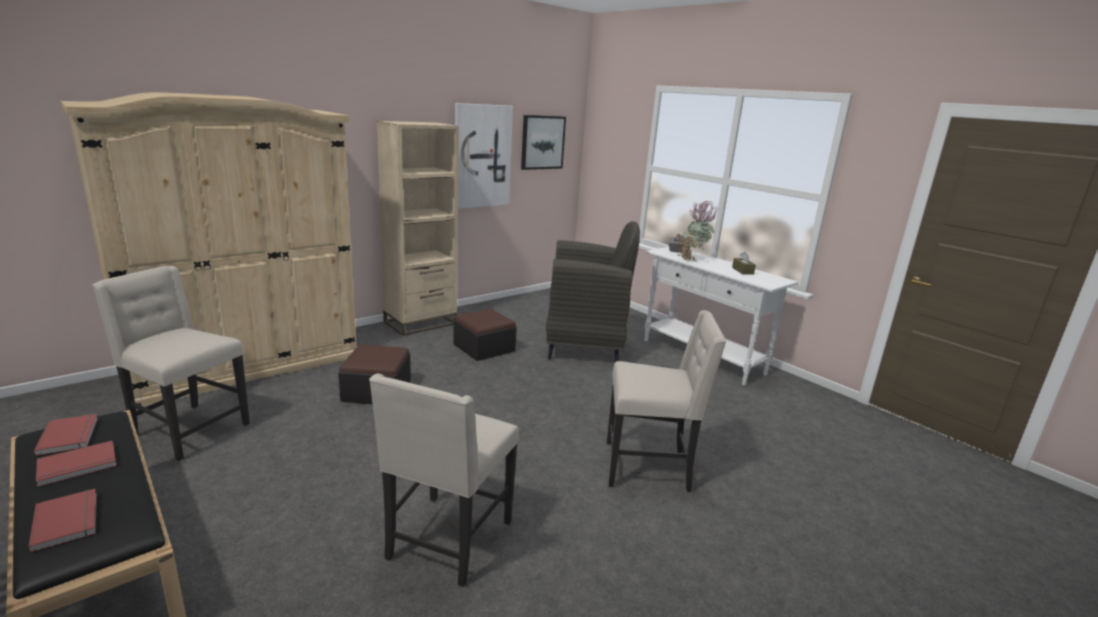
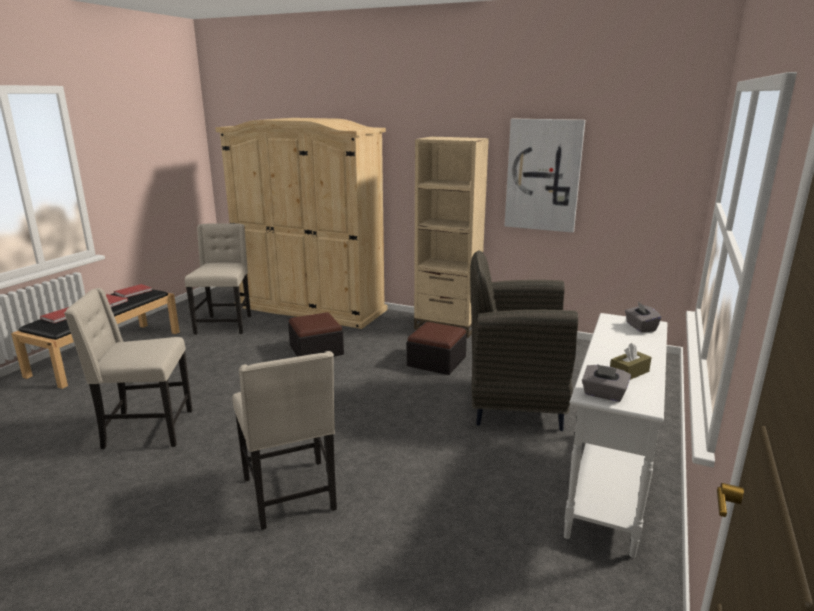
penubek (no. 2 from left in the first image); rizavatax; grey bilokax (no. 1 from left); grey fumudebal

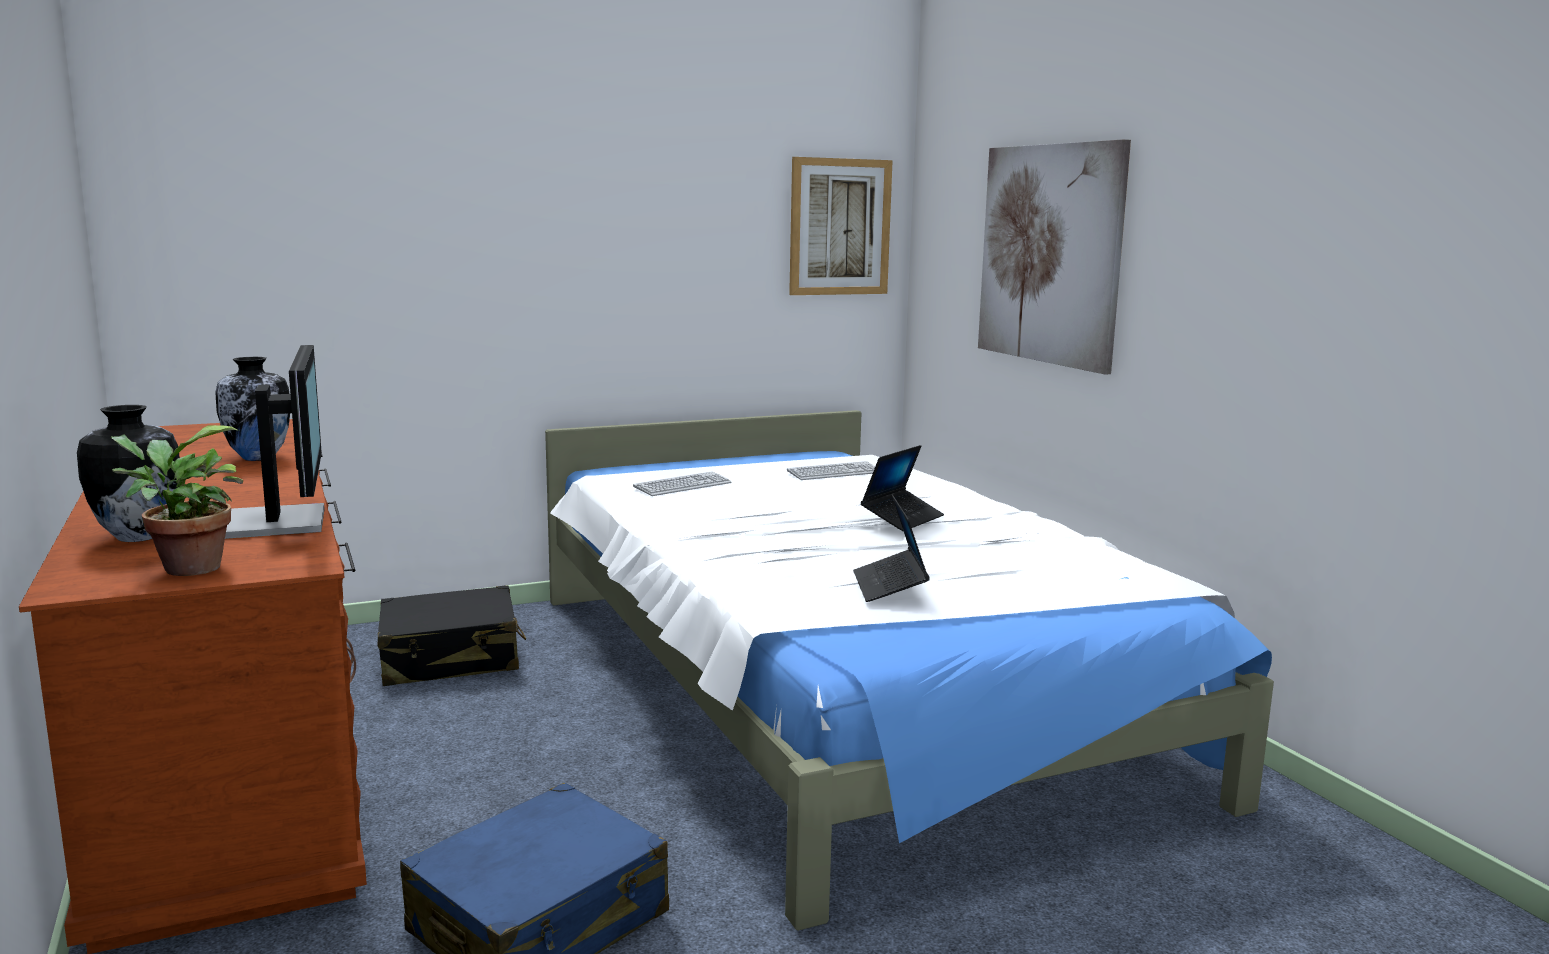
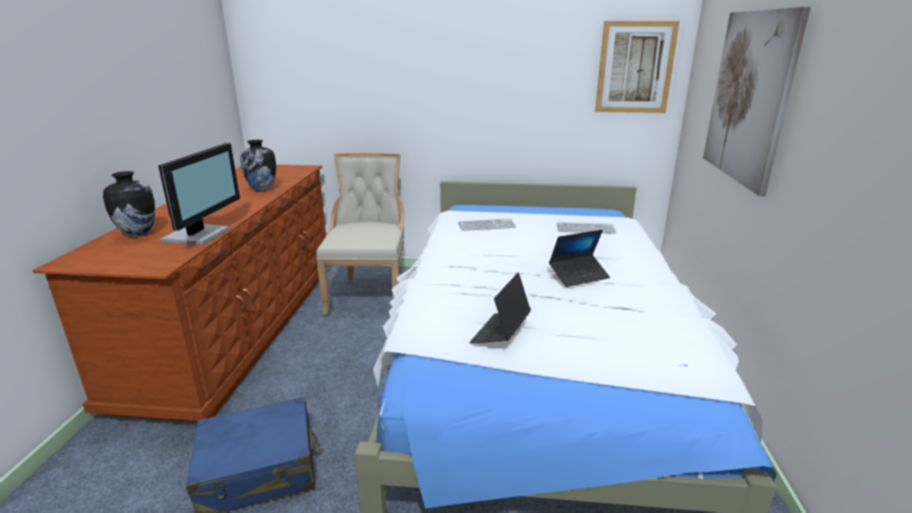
rizavatax; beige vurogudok

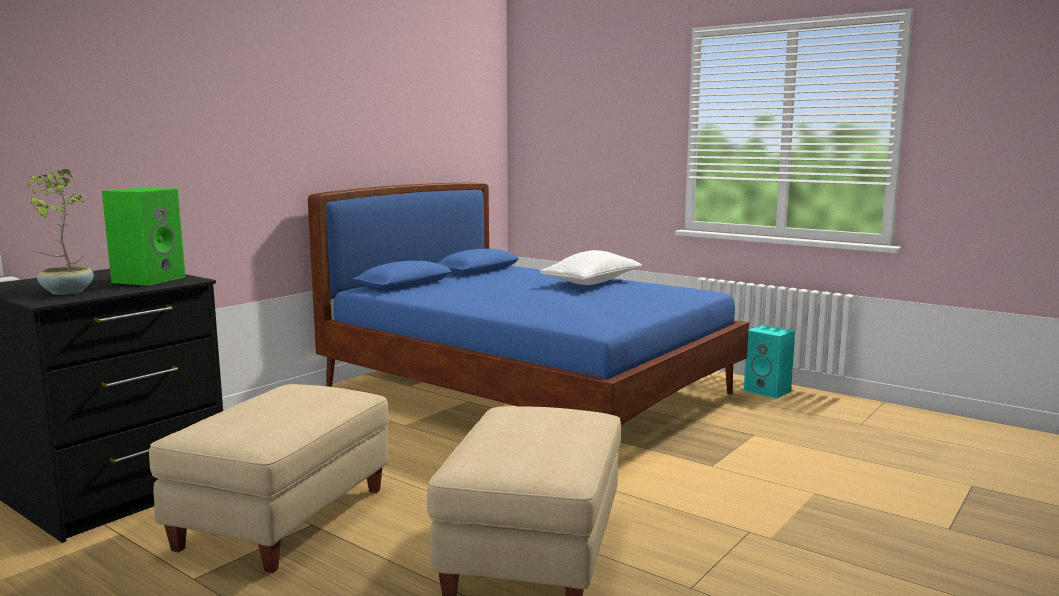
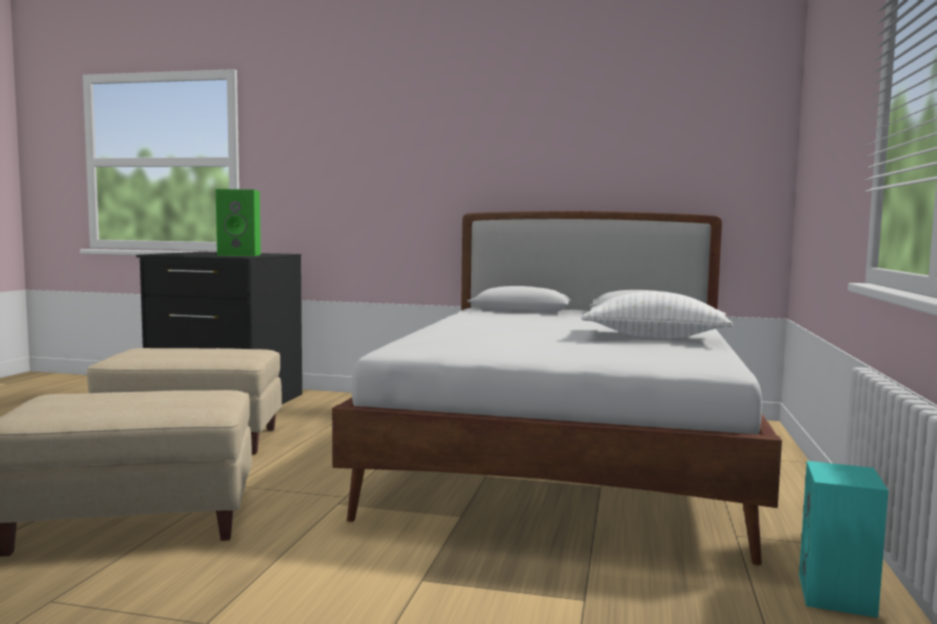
rizavatax; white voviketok

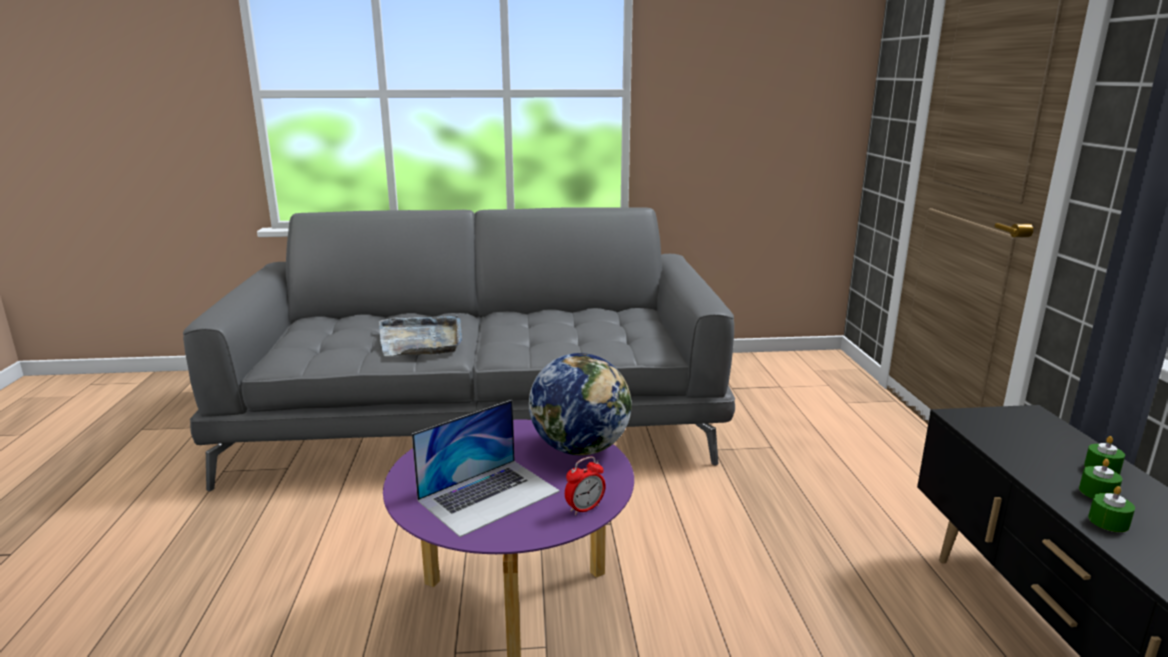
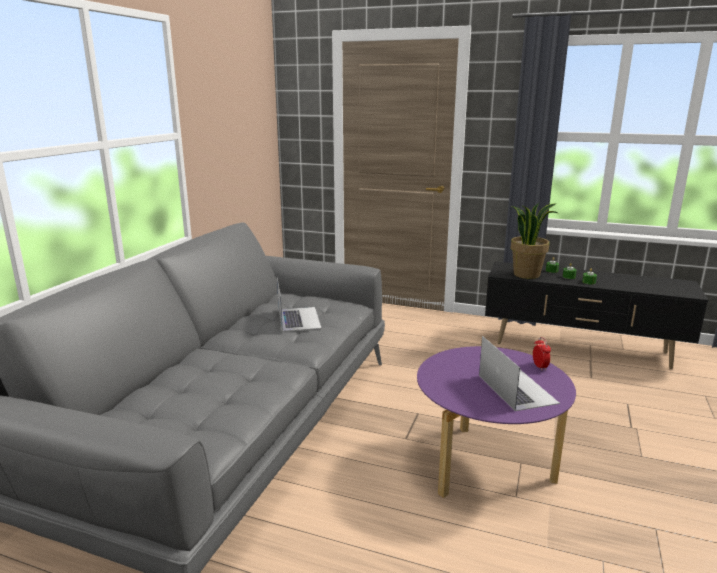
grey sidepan; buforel; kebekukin (no. 1 from left); rizavatax

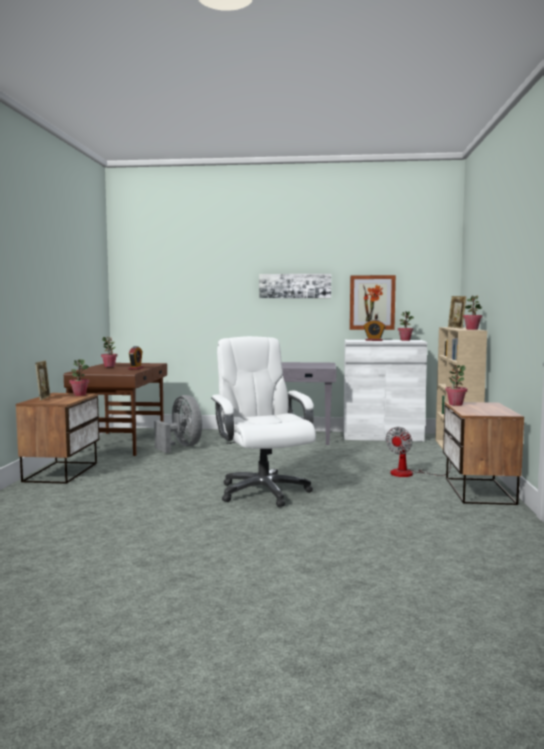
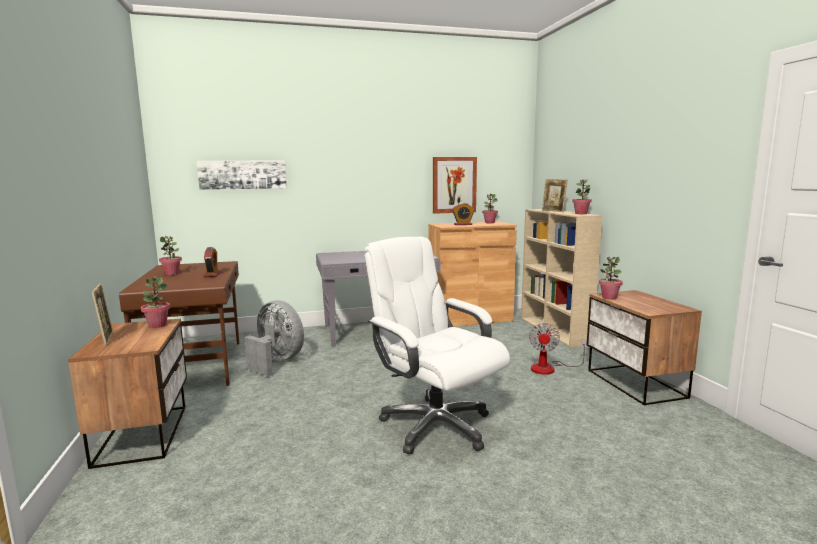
penubek (no. 1 from left); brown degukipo

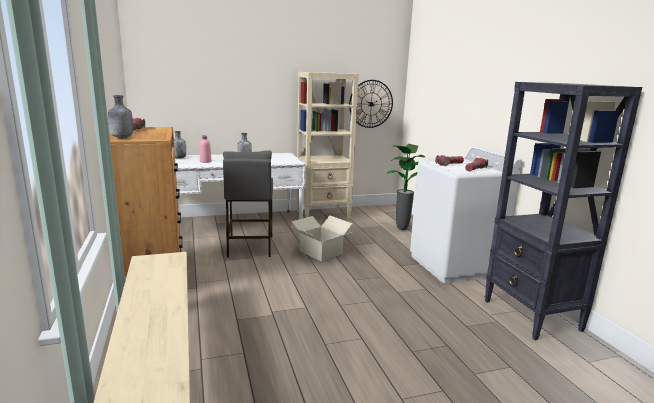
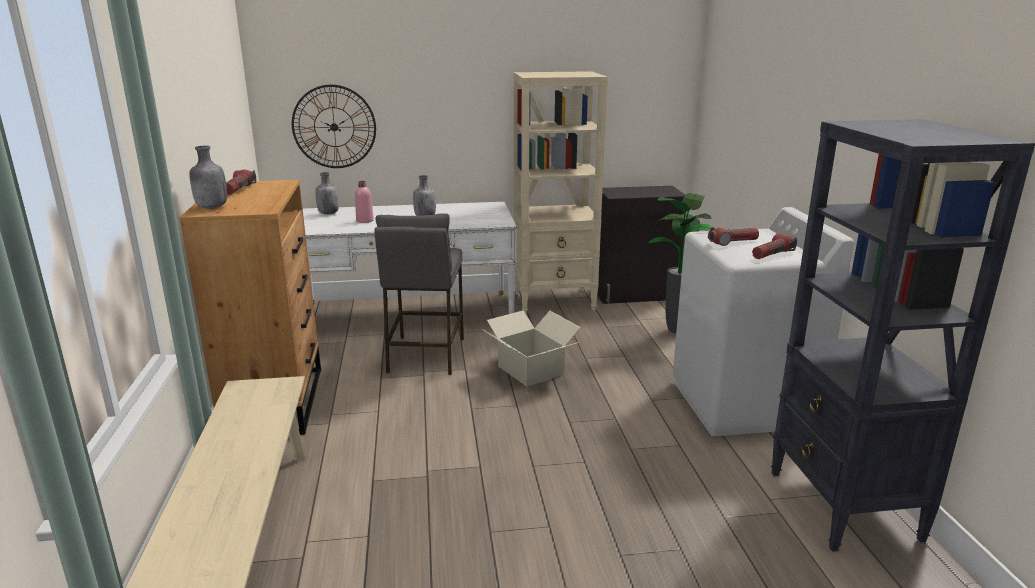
black degukipo; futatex

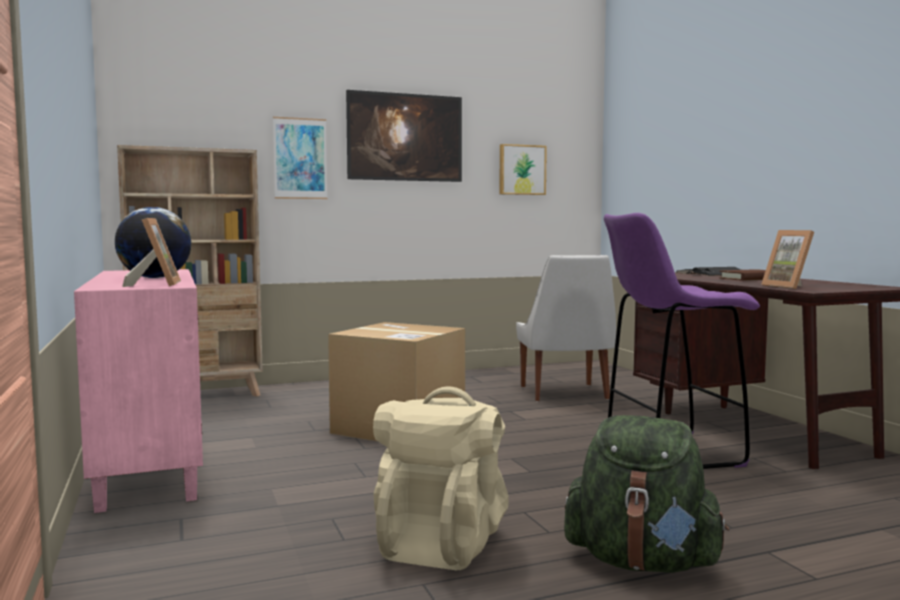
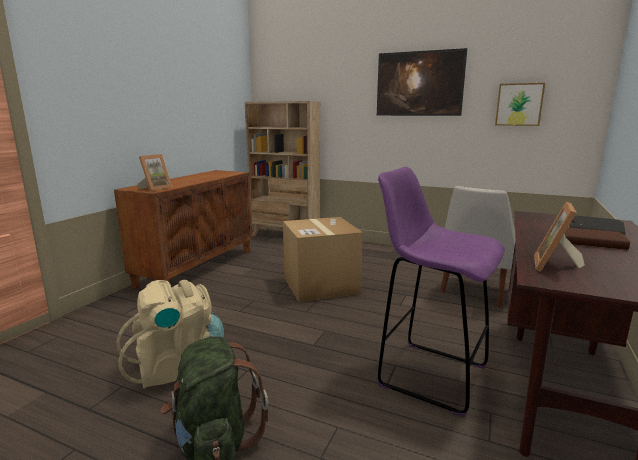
buforel; penubek (no. 1 from left in the first image); brown degukipo

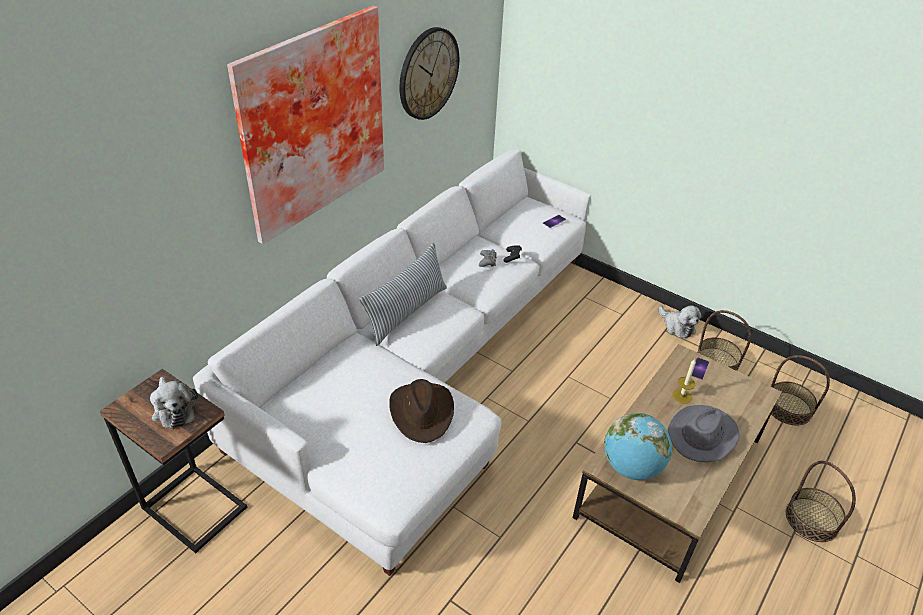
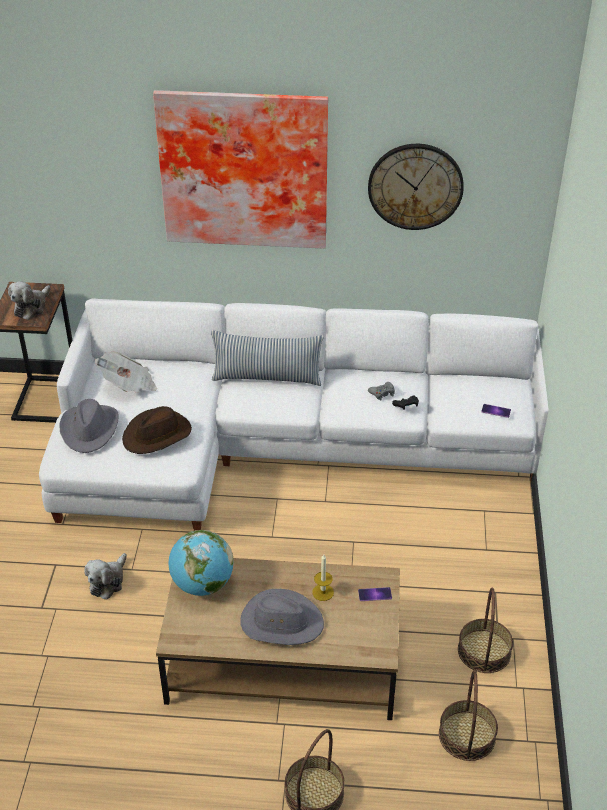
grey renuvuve (no. 1 from left); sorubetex; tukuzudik (no. 2 from left)

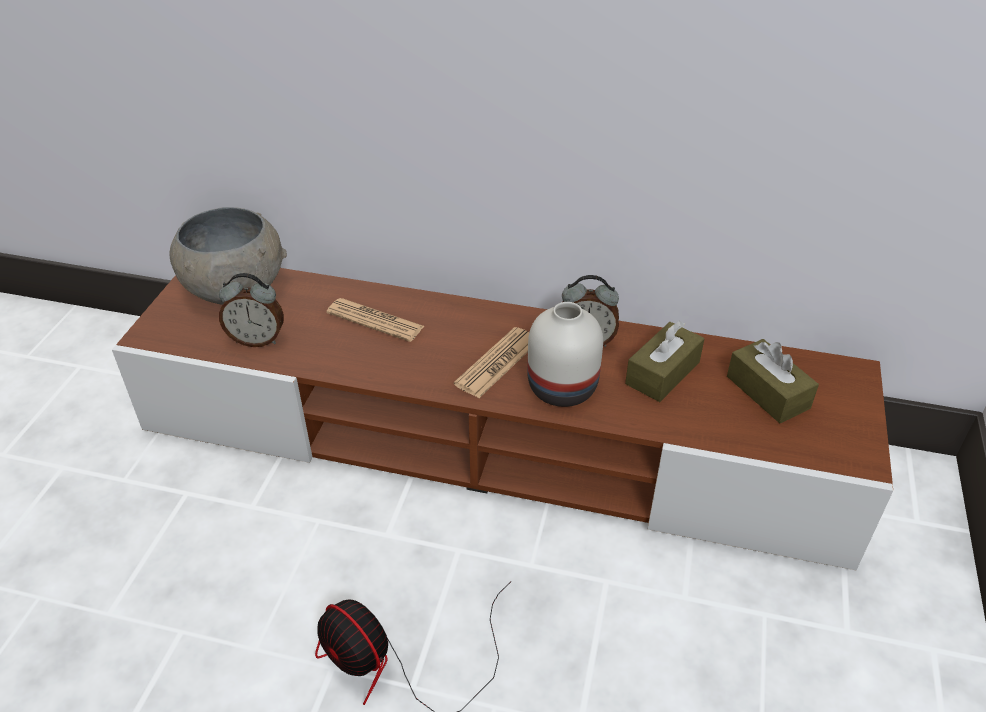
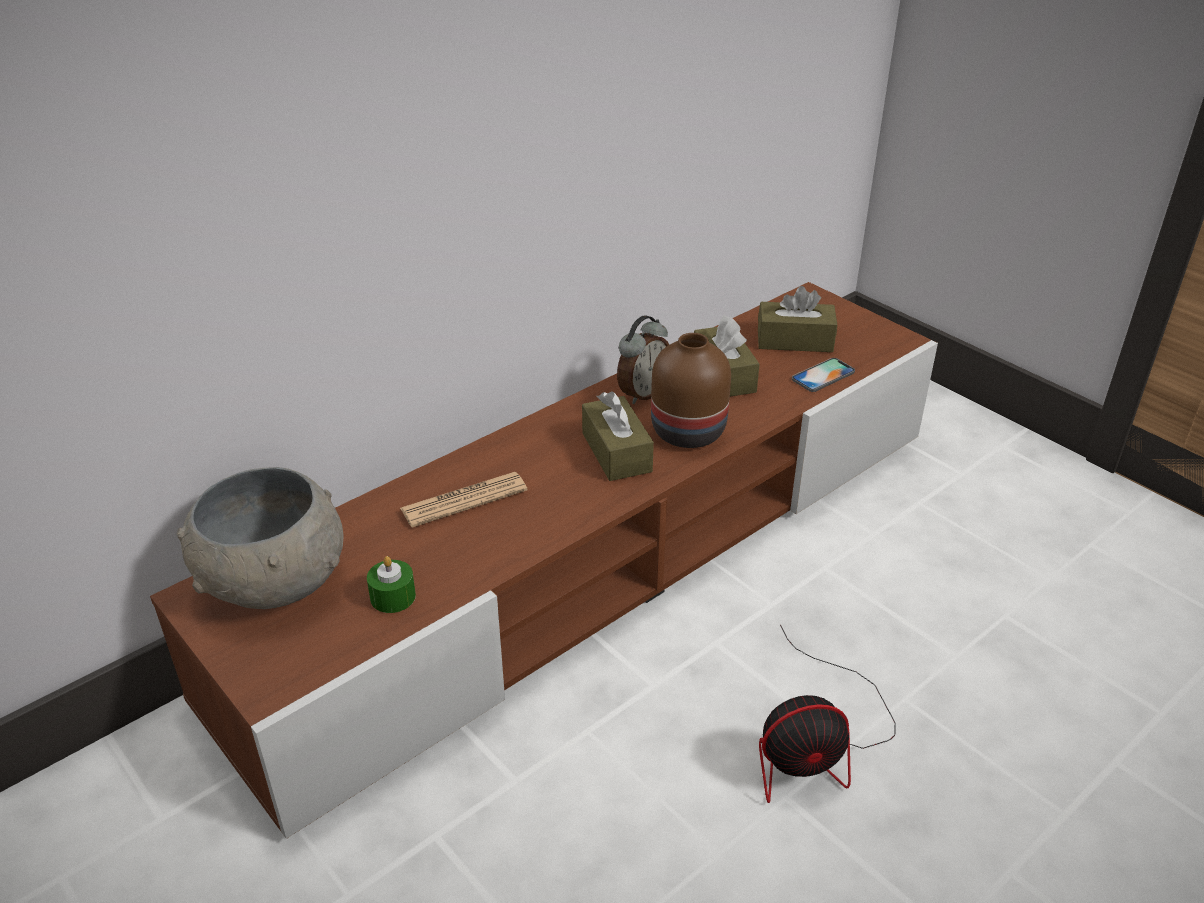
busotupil; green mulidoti; brown bilokax (no. 1 from left); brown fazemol

